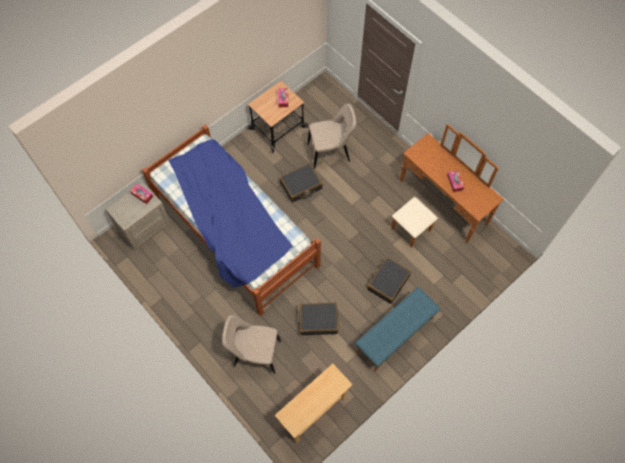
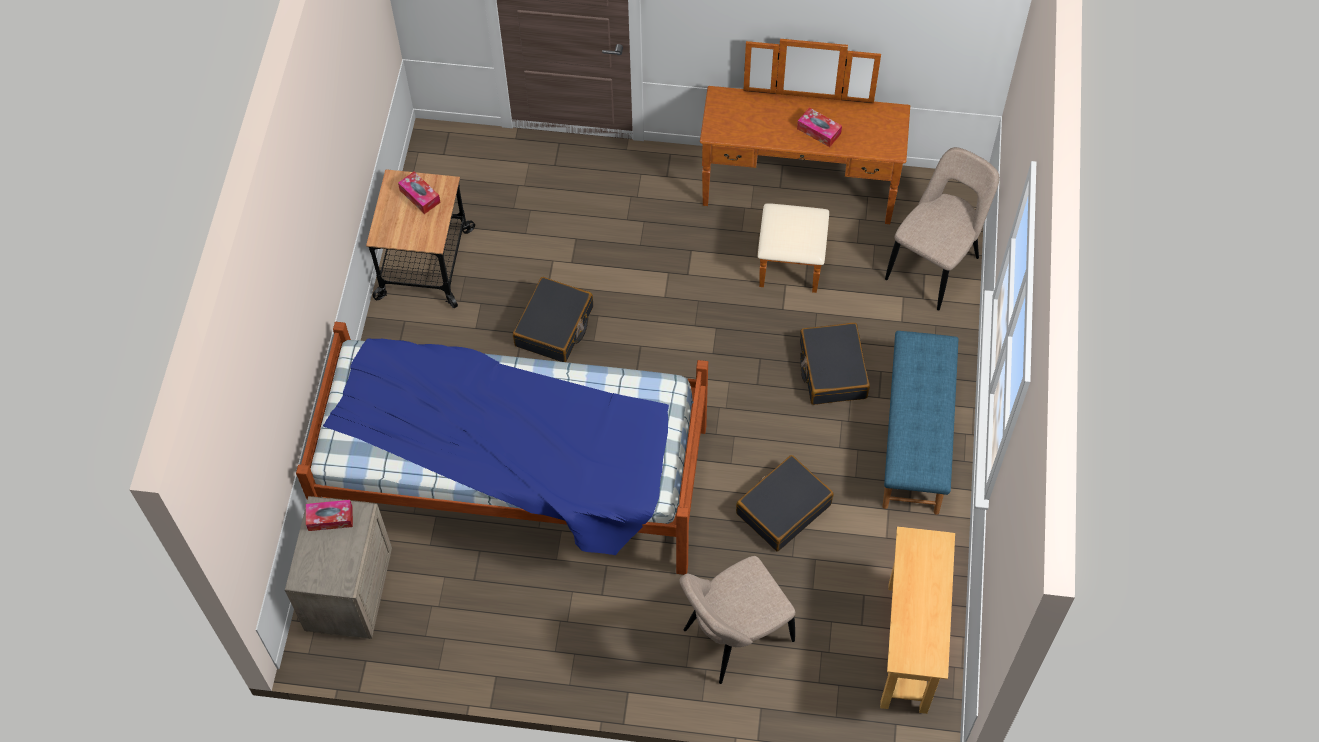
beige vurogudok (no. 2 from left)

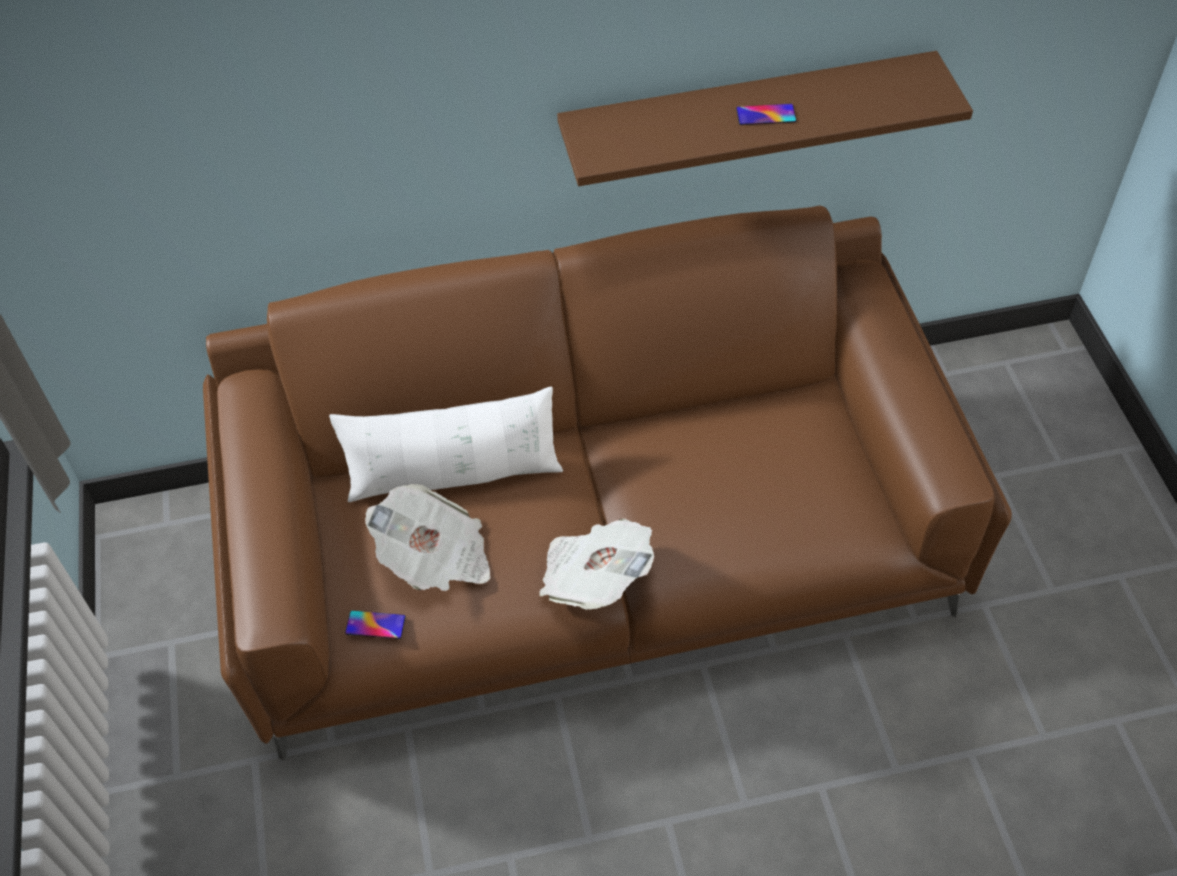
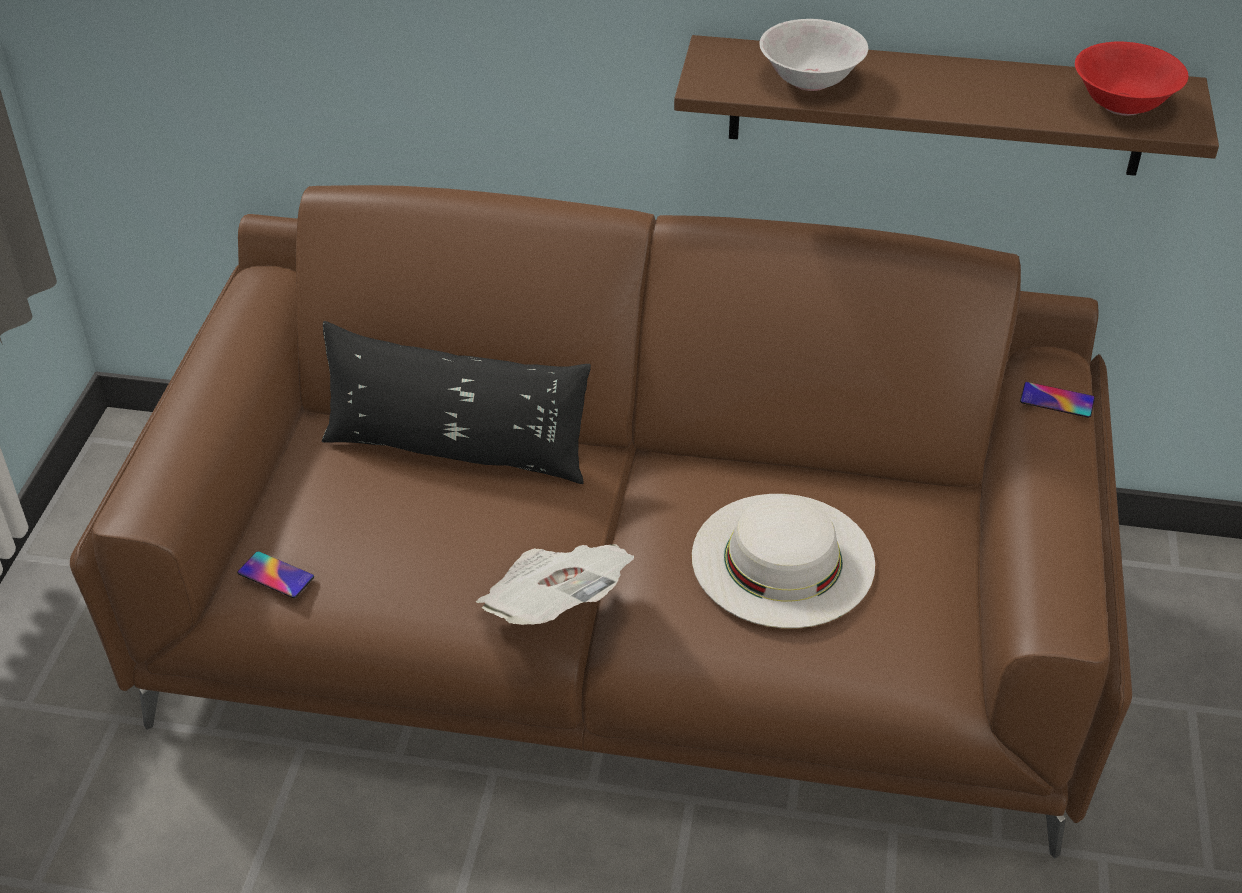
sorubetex (no. 1 from left in the first image); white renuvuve; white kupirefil; red kupirefil; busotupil (no. 2 from left); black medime

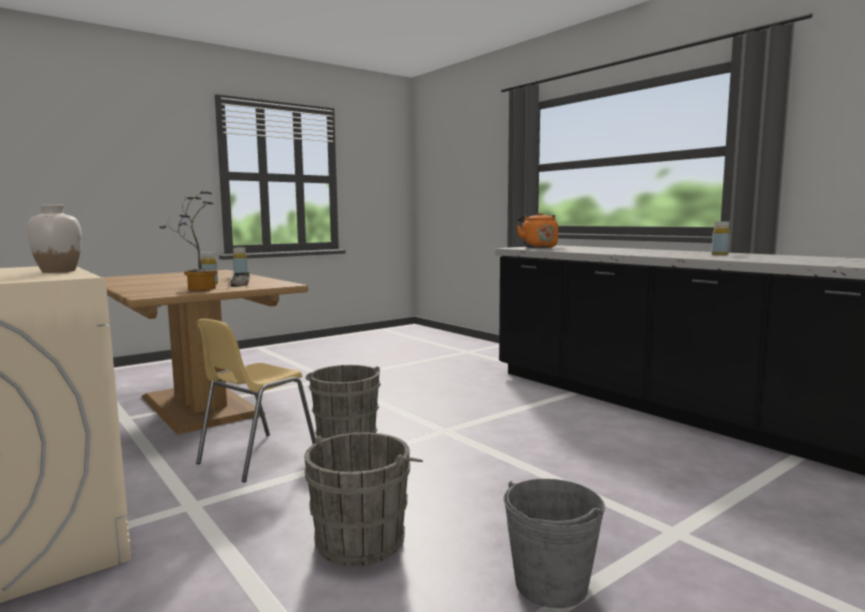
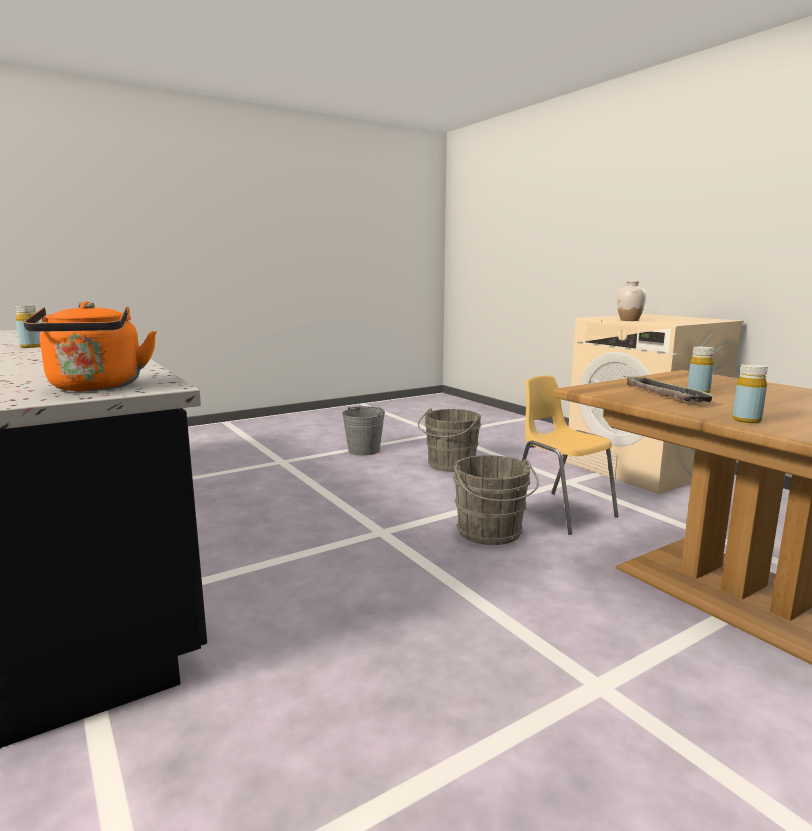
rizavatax; yellow vurogudok

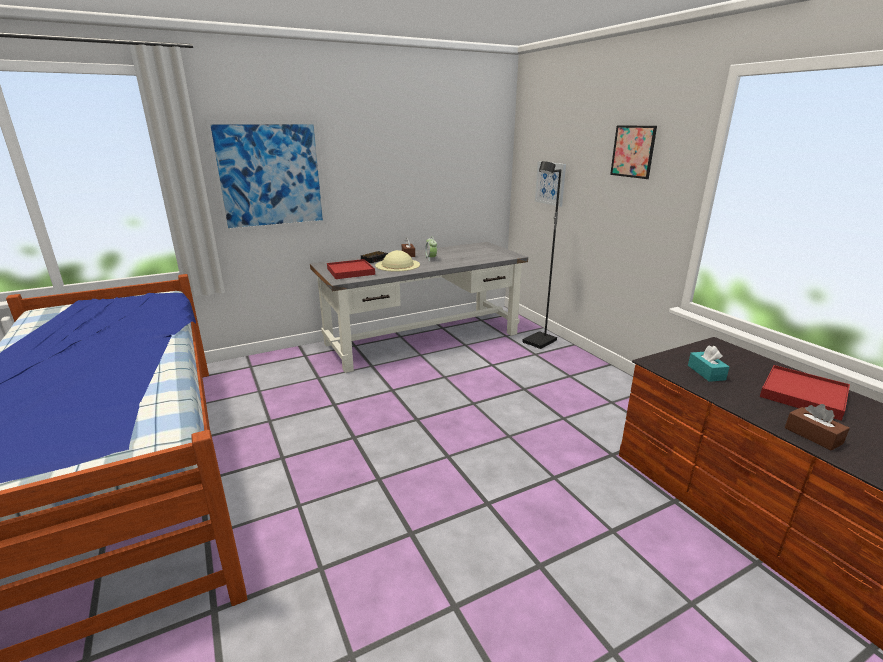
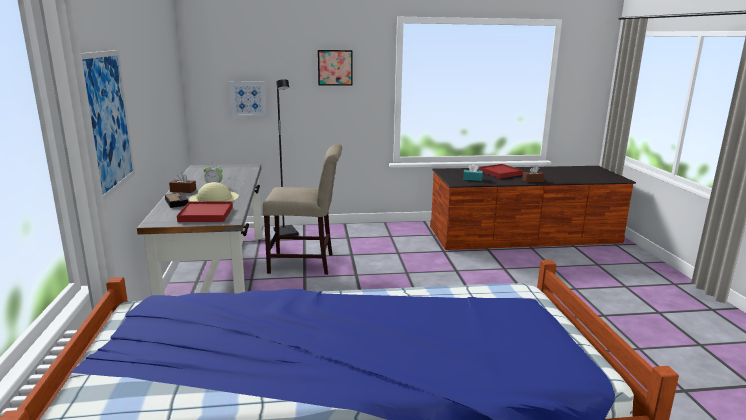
beige vurogudok

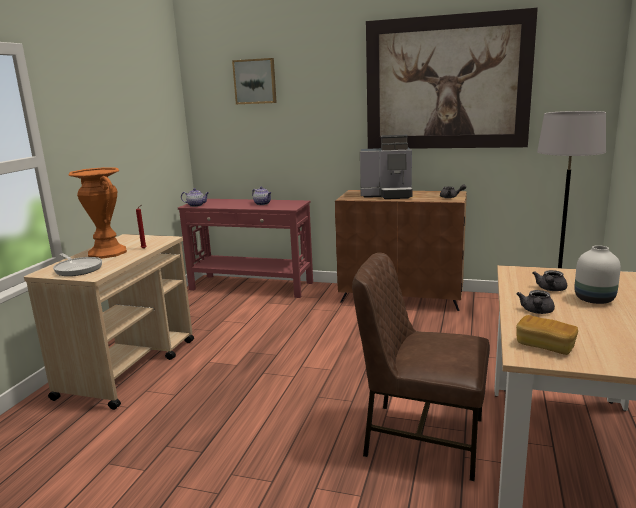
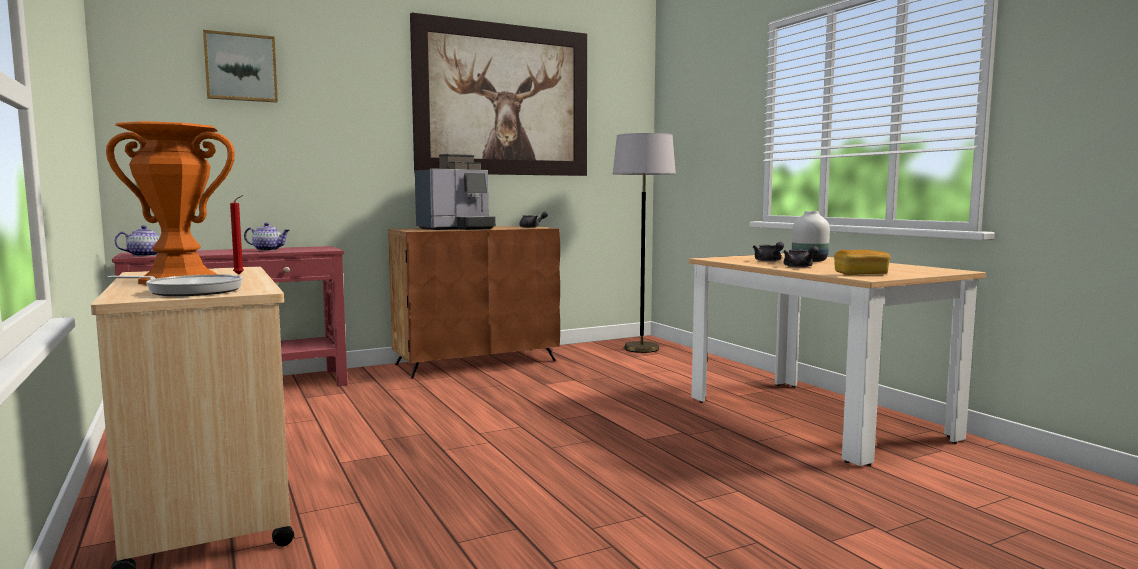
brown vurogudok

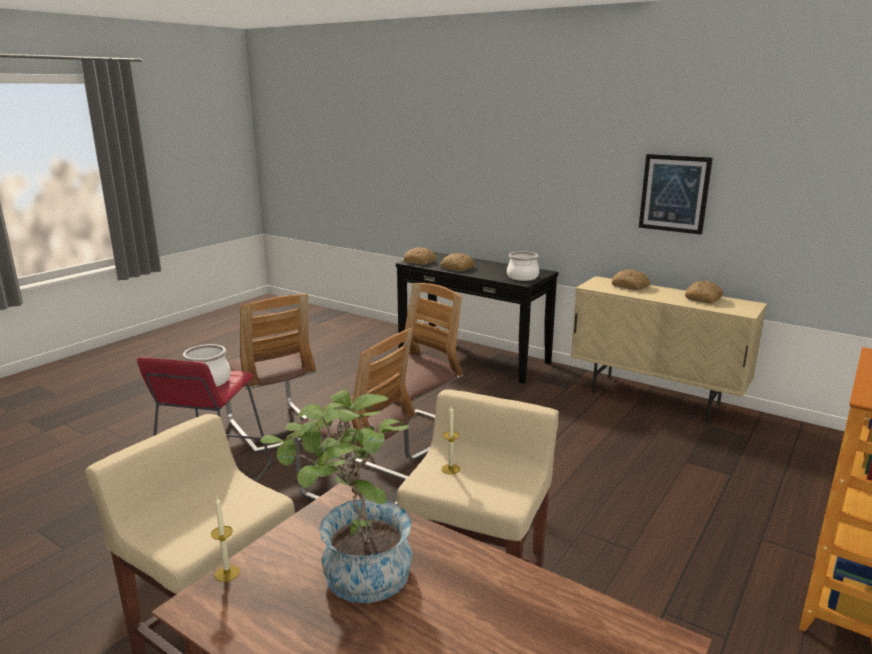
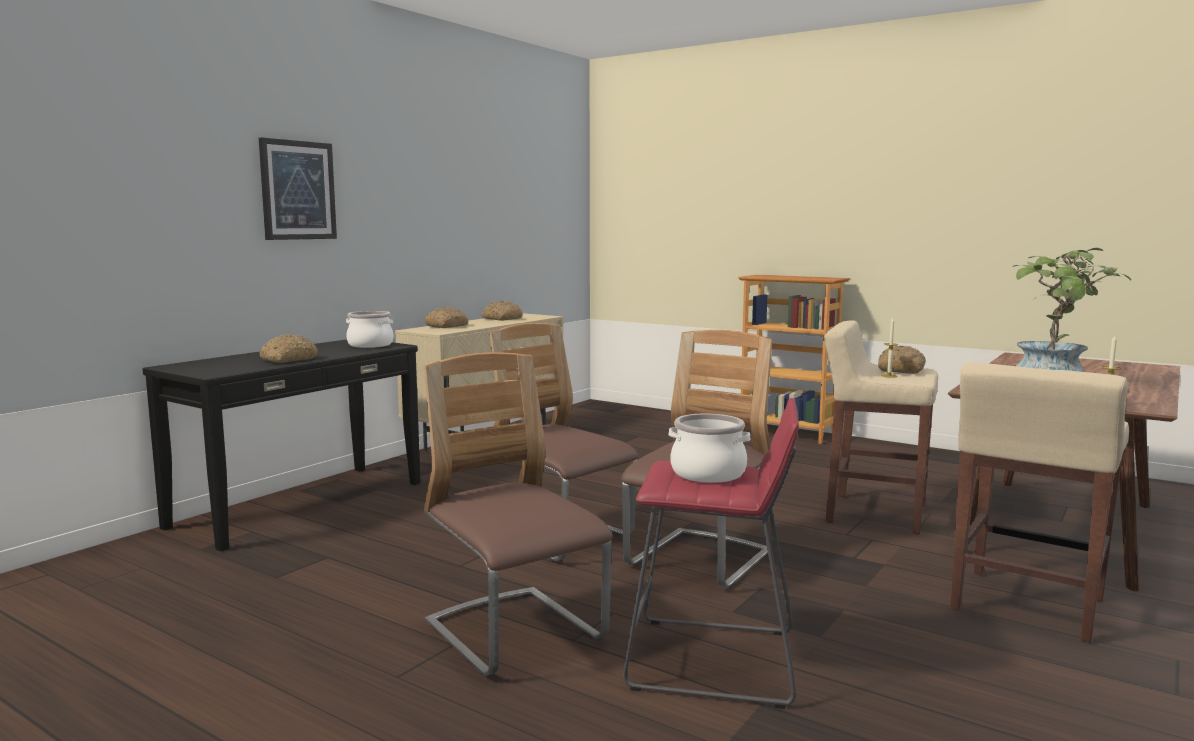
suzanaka (no. 4 from left); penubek; vurogudok (no. 1 from left)

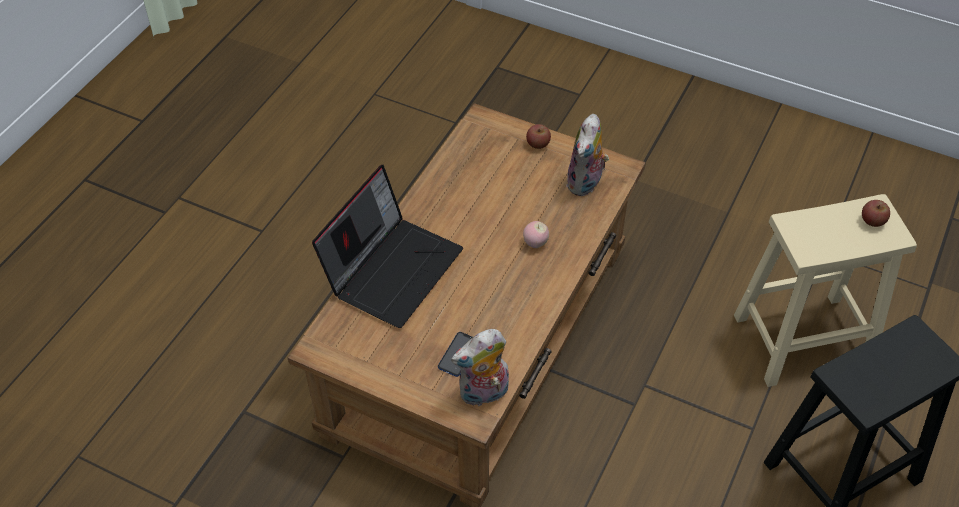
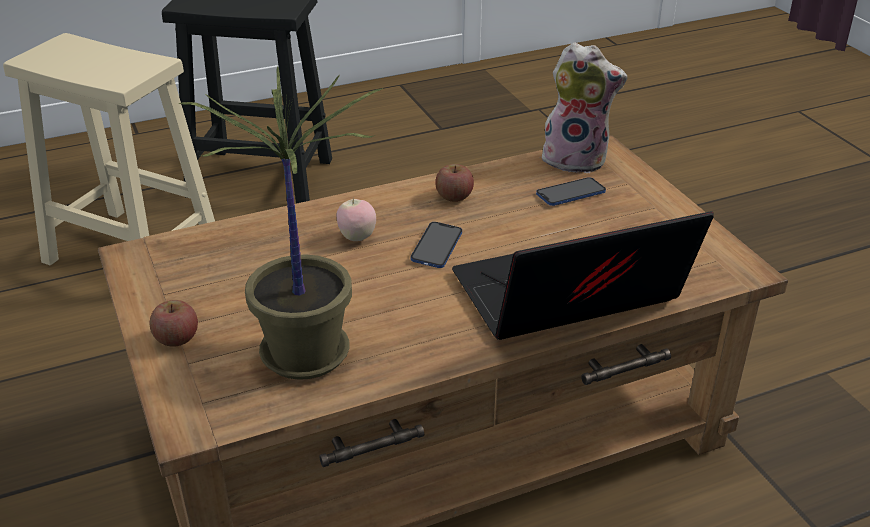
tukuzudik (no. 2 from left in the first image); rizavatax; busotupil (no. 1 from left); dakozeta (no. 3 from left)

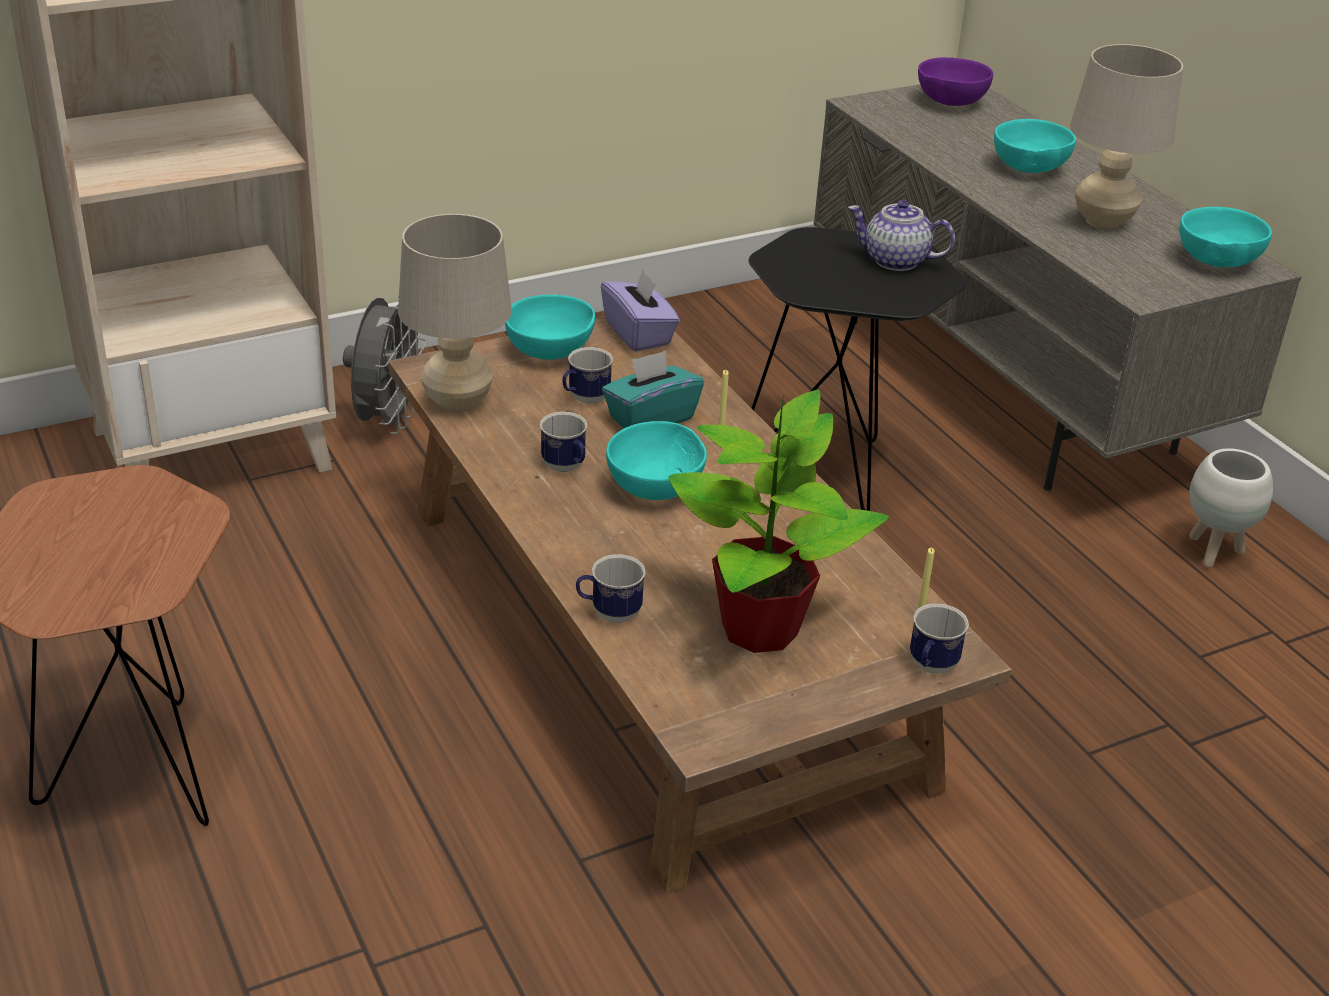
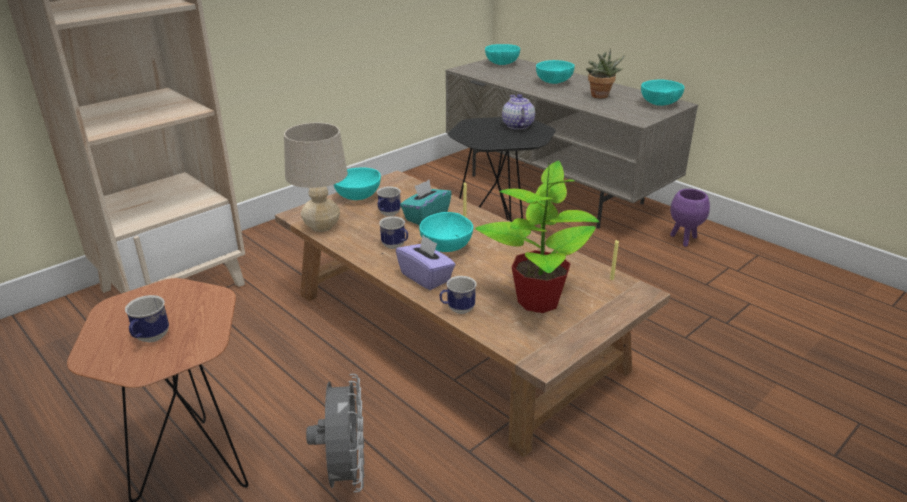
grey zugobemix; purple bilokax; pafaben (no. 1 from left); rizavatax (no. 2 from left); turquoise kupirefil (no. 3 from left); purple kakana; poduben

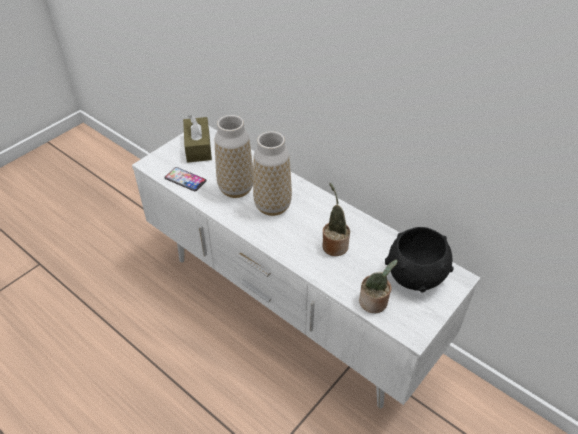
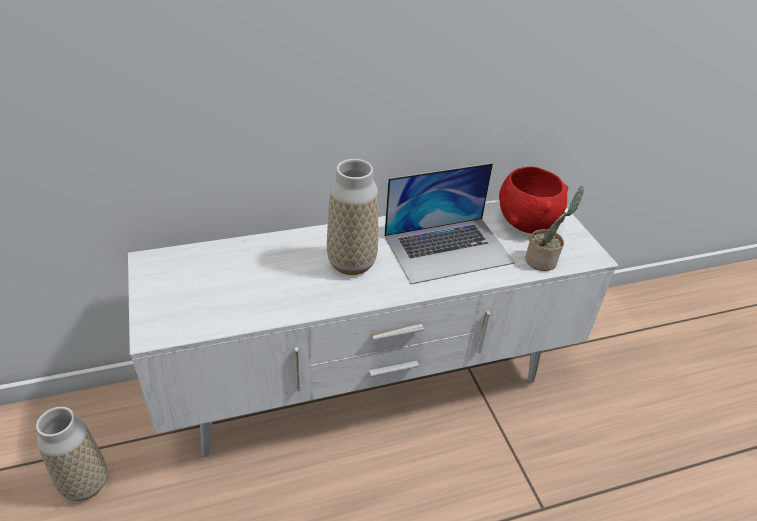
busotupil; brown bilokax; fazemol (no. 1 from left); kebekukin; red kupirefil

